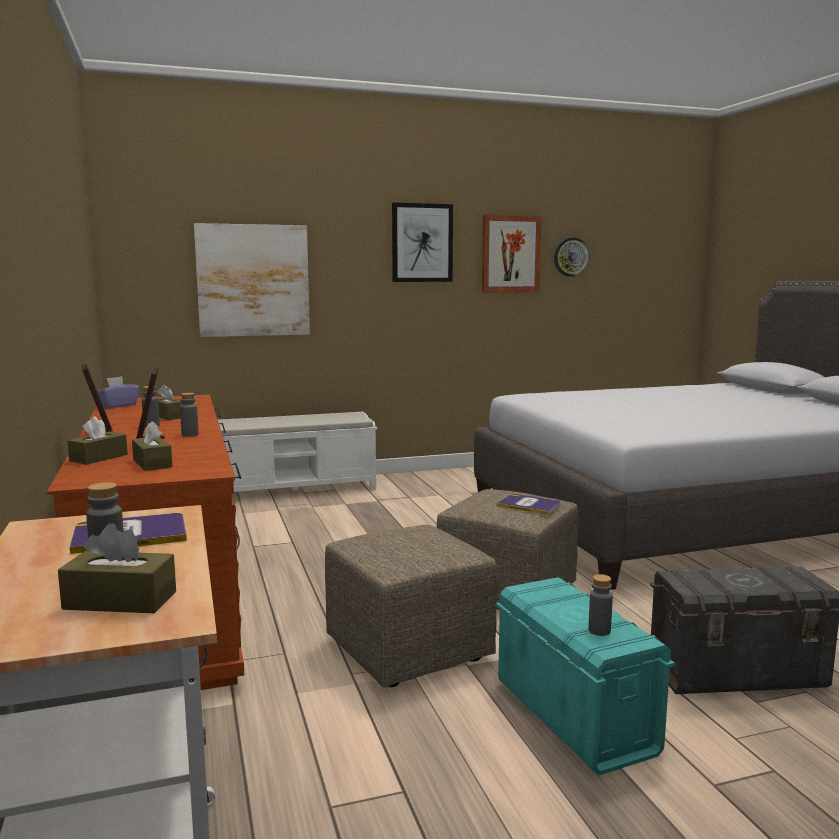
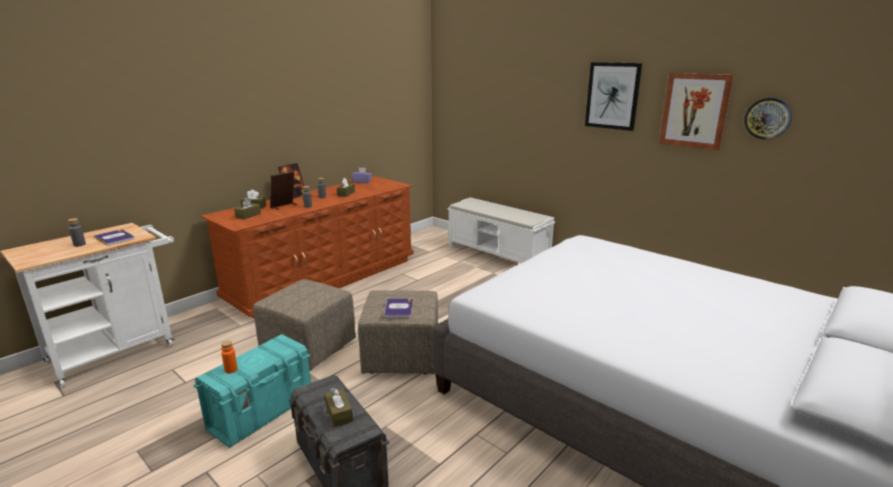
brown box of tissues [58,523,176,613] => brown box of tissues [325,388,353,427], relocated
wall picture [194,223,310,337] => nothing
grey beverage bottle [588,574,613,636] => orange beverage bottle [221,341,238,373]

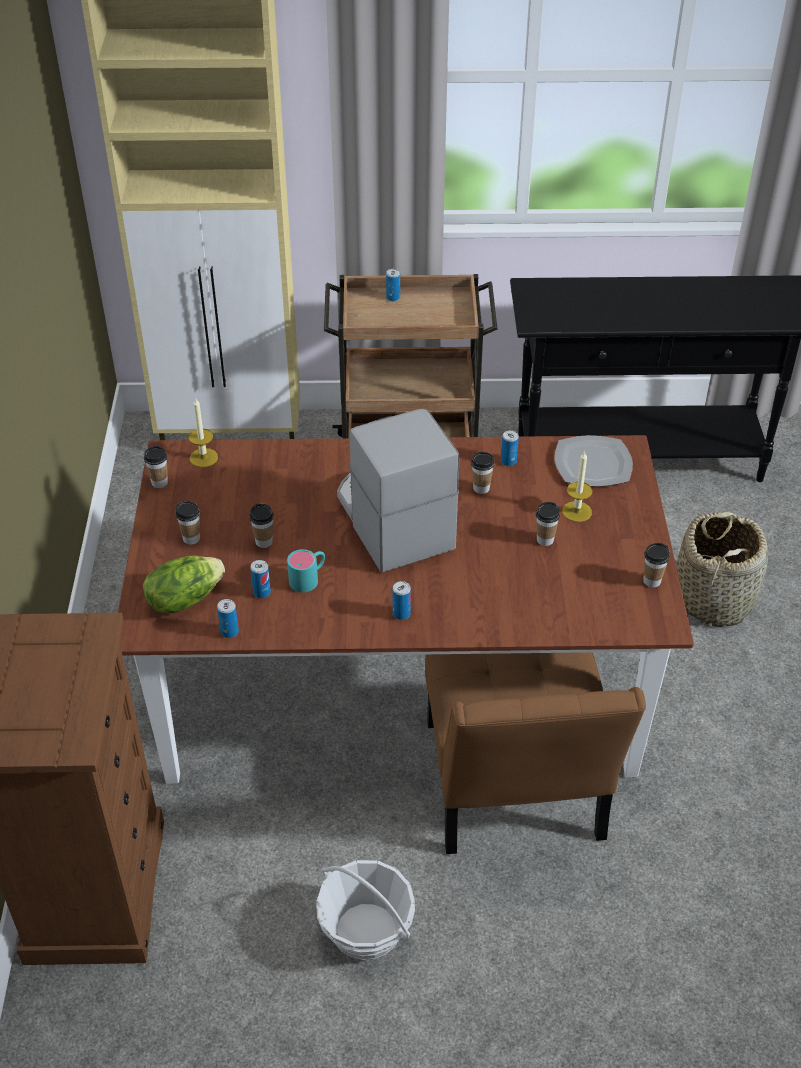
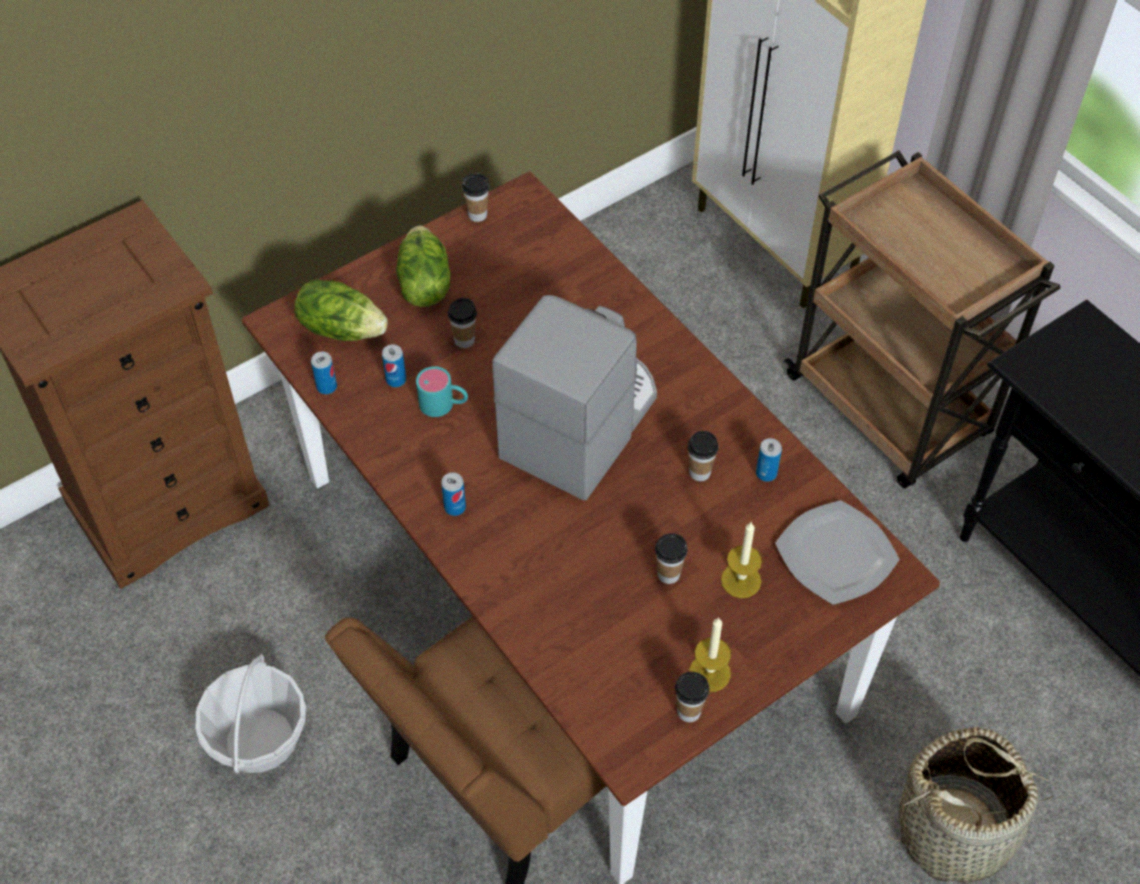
cup [175,501,200,545] => lettuce head [396,225,450,307]
wax light [189,397,218,467] => wax light [689,617,731,692], relocated
can [386,269,400,301] => nothing

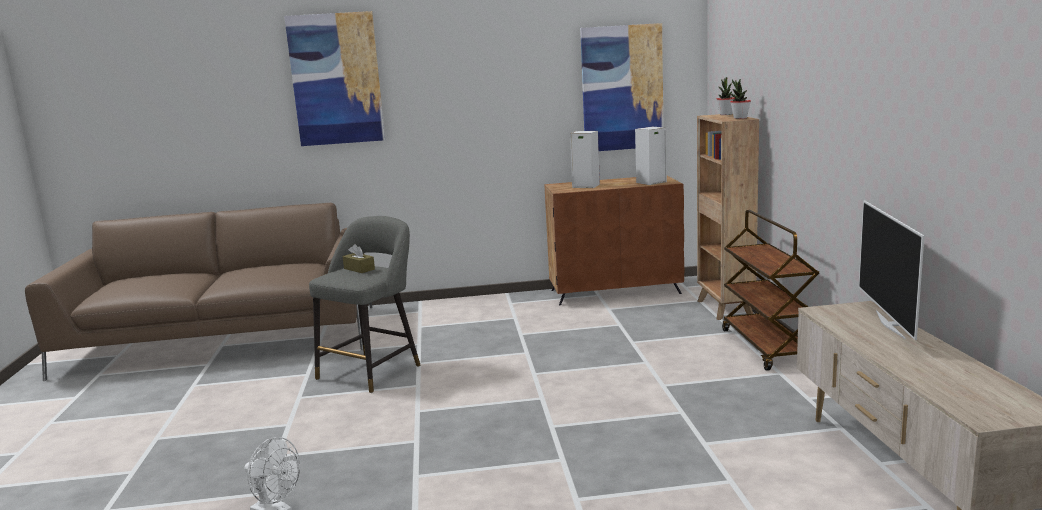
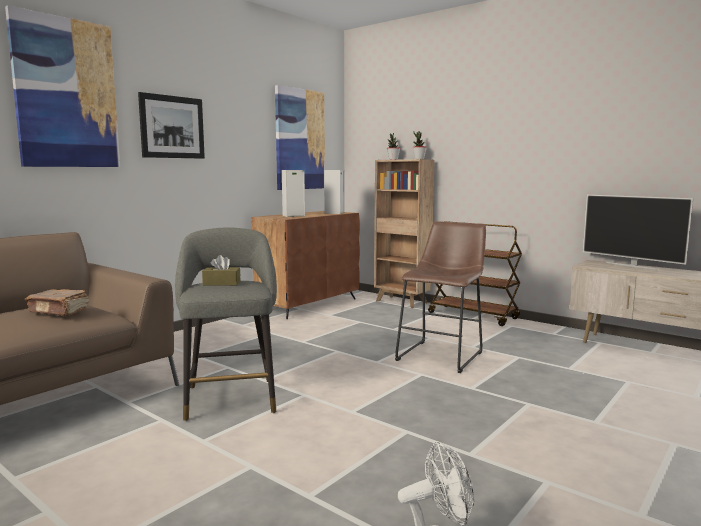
nothing => brown book [25,289,89,316]
nothing => wall picture [138,92,205,159]
nothing => brown sitting stool [395,221,486,373]

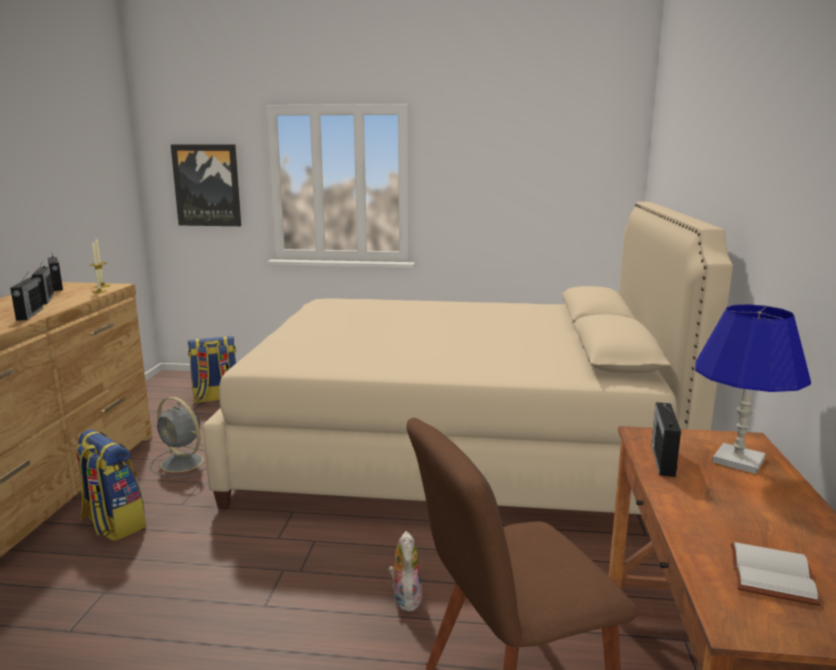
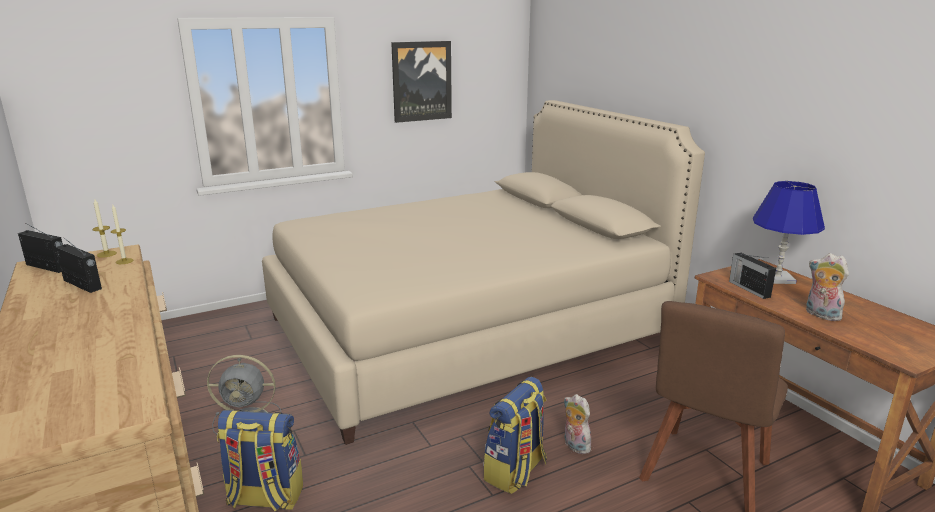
radio set [10,270,43,321] => nothing
wall picture [171,144,241,226] => wall picture [391,41,452,123], relocated
rucksack [188,336,236,403] => rucksack [483,377,547,494], relocated
whitish book [730,542,821,606] => nothing
nothing => cuddly toy [806,253,849,321]

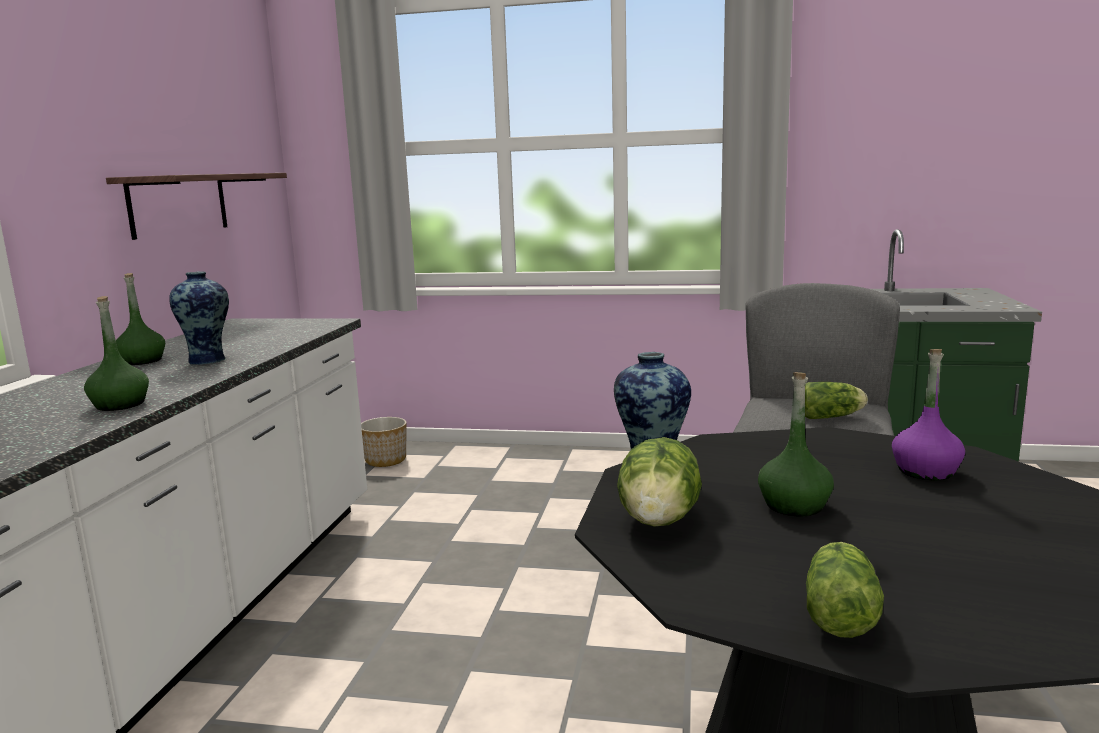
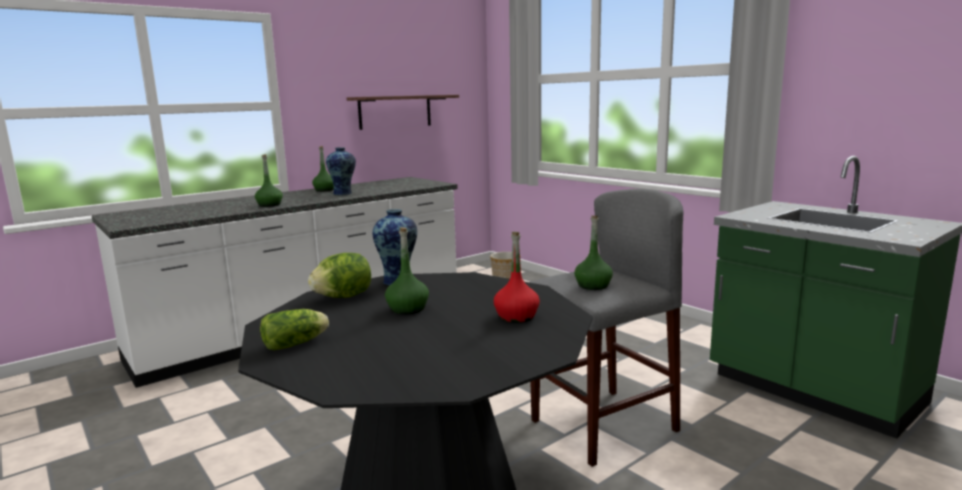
lettuce head [805,382,868,419] => green beverage bottle [574,216,613,290]
purple-coloured beverage bottle [892,349,965,480] => reddish beverage bottle [494,232,540,323]

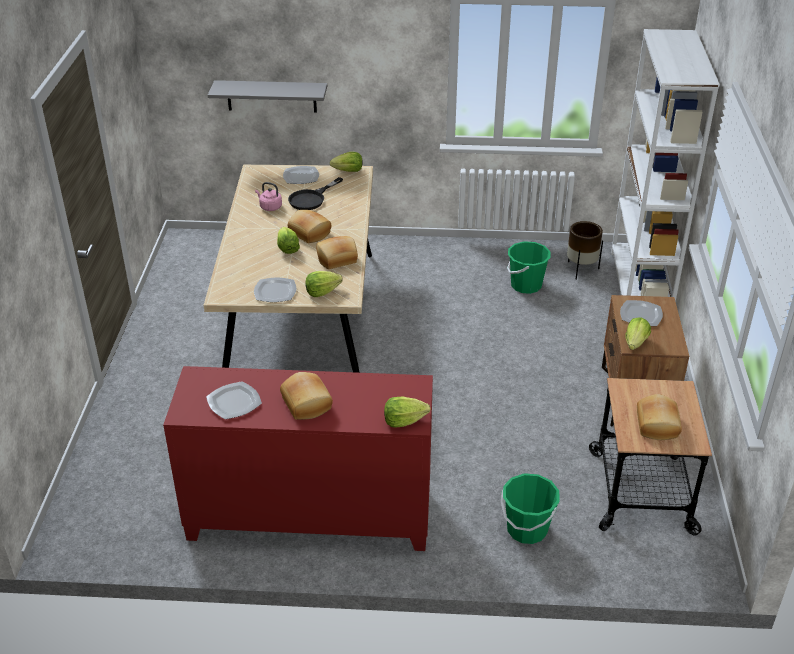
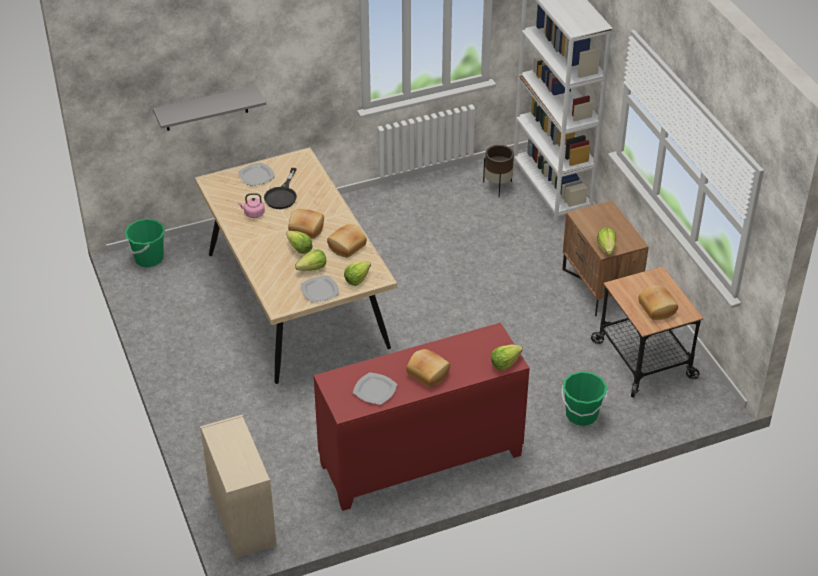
lettuce head [330,152,362,172] => lettuce head [295,249,326,271], relocated
green bucket [507,241,551,294] => green bucket [125,219,165,268], relocated
flat dish [620,300,663,326] => nothing
nothing => beige-coloured chest of drawers [200,415,277,559]

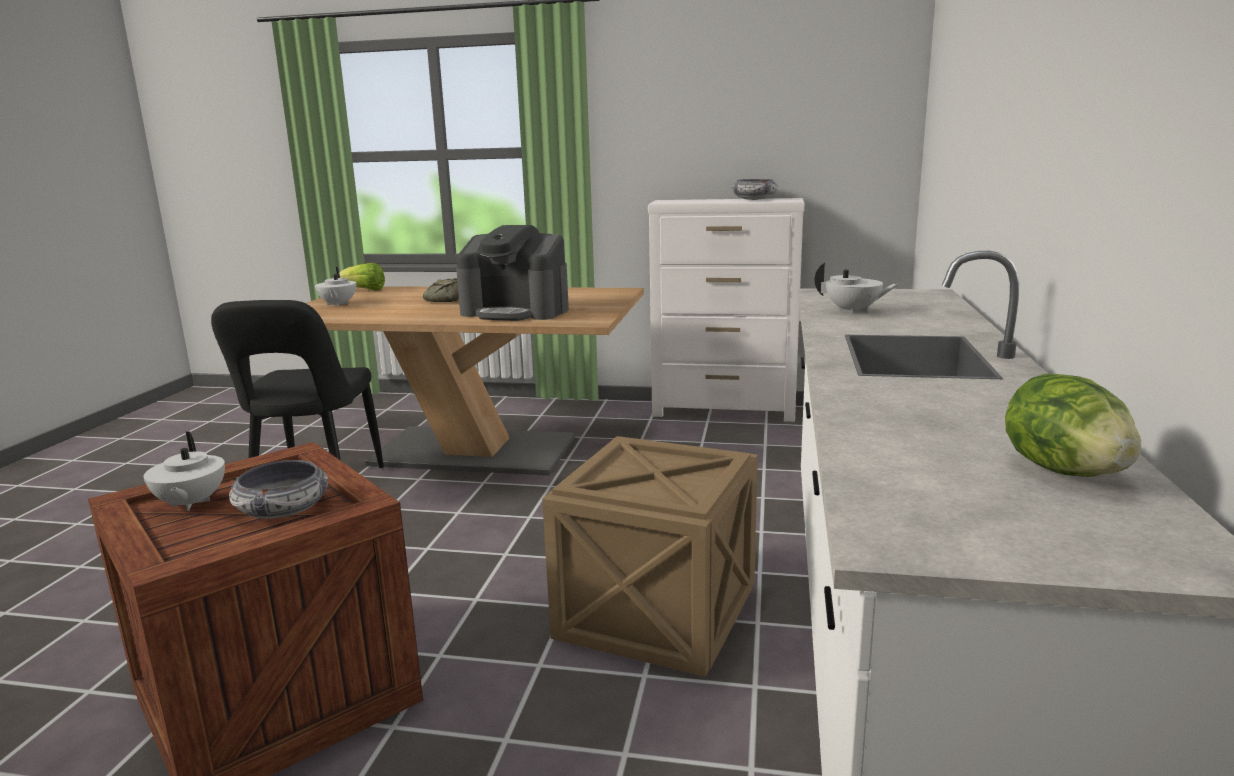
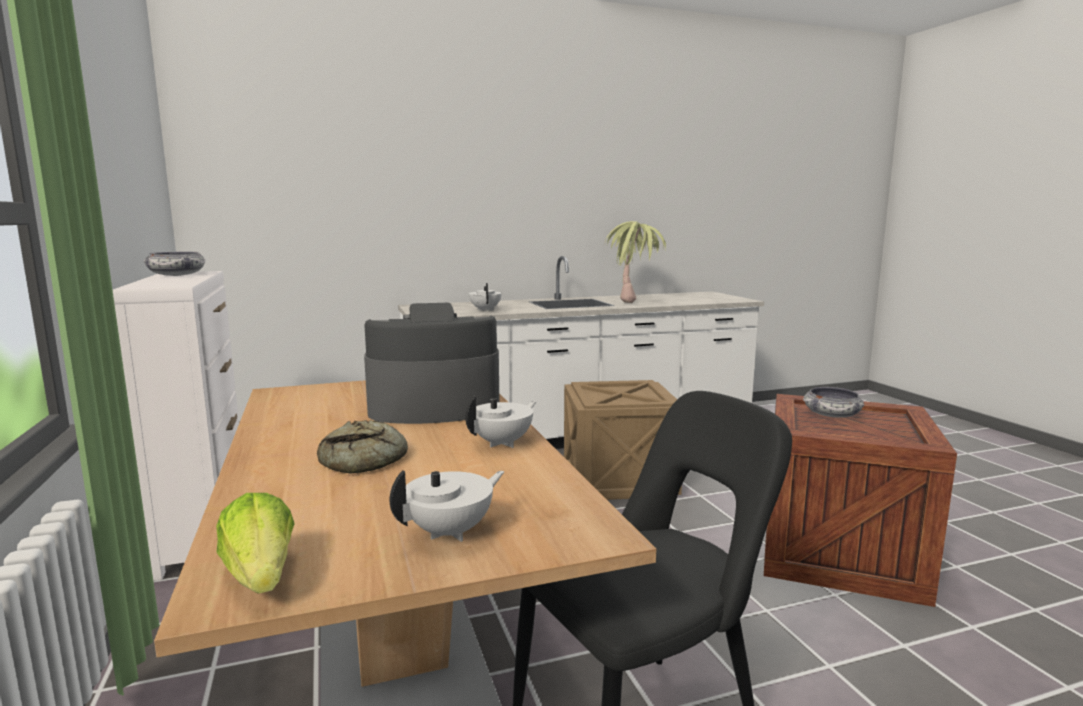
whitish teapot [143,432,225,511] => whitish teapot [465,396,537,448], relocated
coffee brewer [456,225,569,321] => coffee brewer [364,303,499,424], 90 degrees counterclockwise
lettuce head [1005,374,1141,477] => nothing
nothing => houseplant [605,221,666,303]

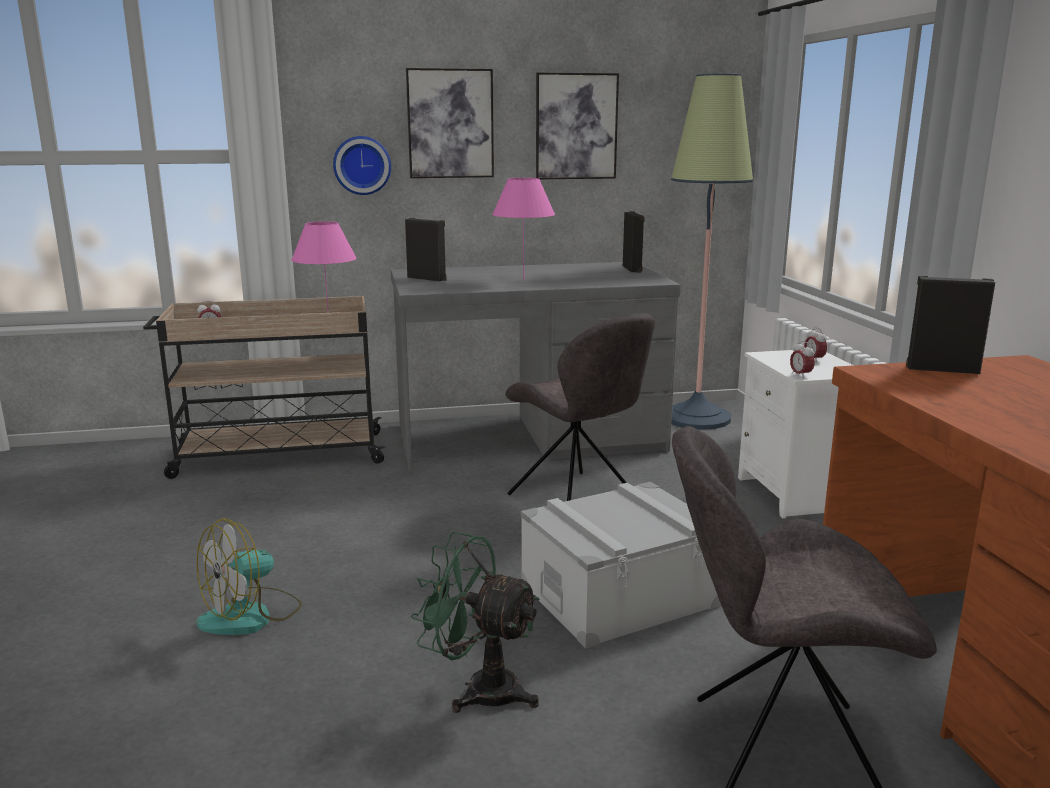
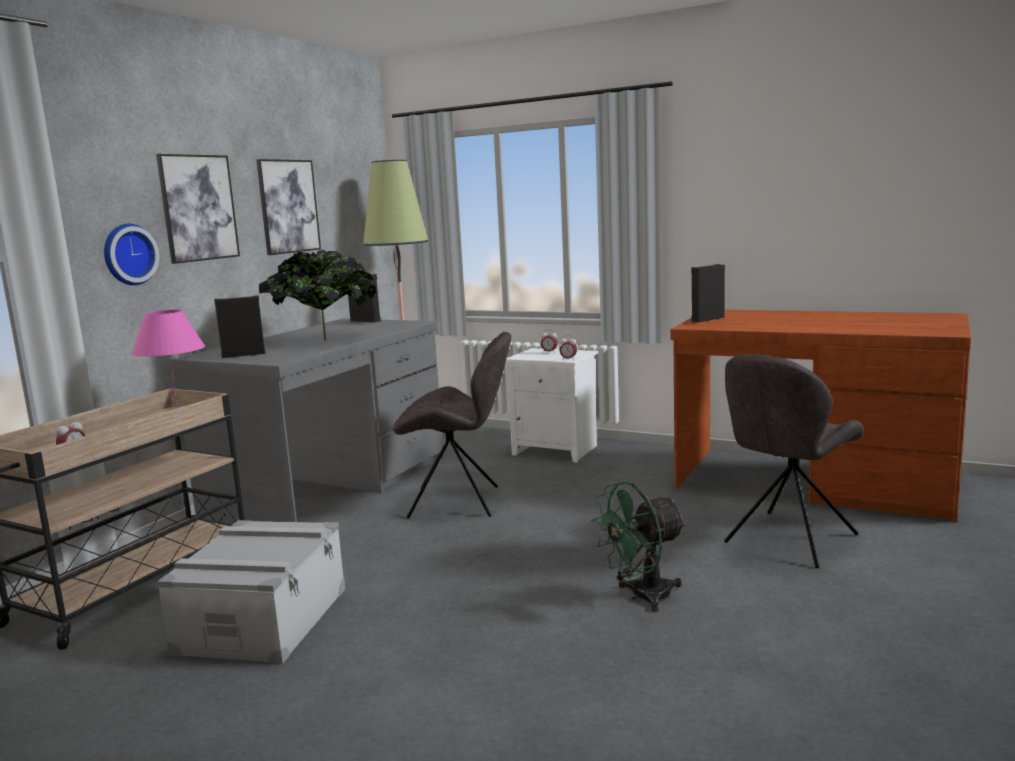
electric fan [196,518,302,635] => nothing
pink-coloured lamp for a table [492,178,555,280] => houseplant [259,250,376,340]
grey storage box [521,482,721,649] => grey storage box [157,520,345,664], relocated

